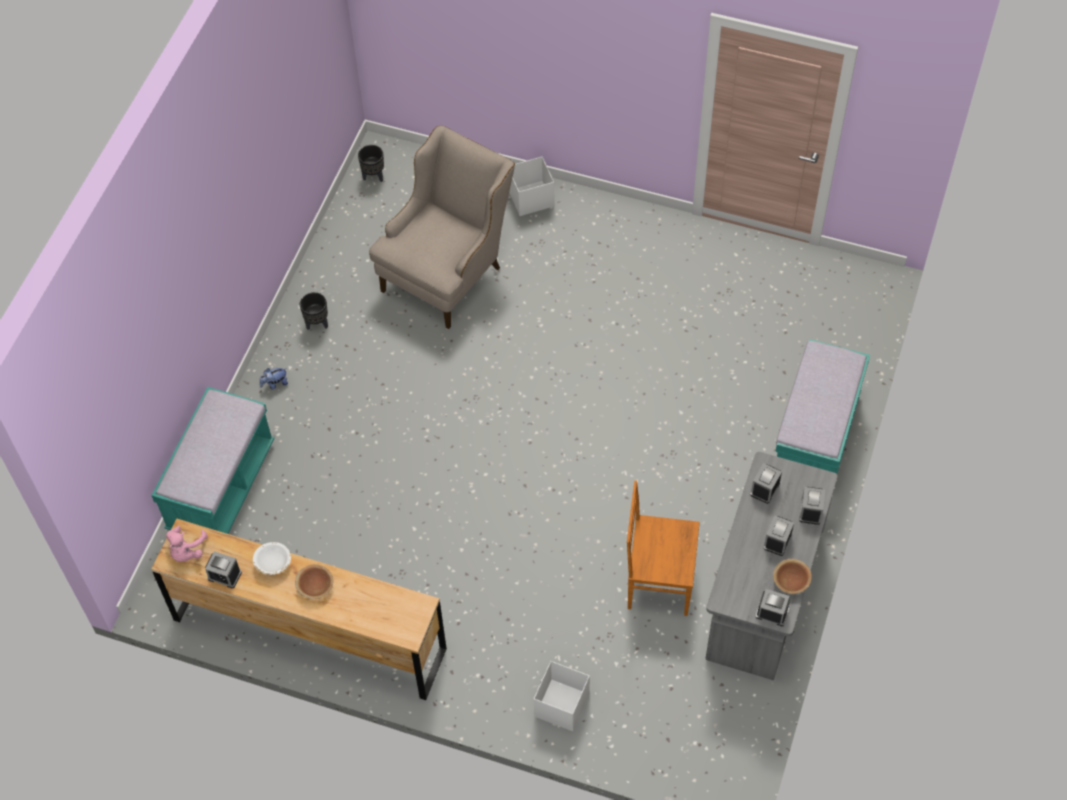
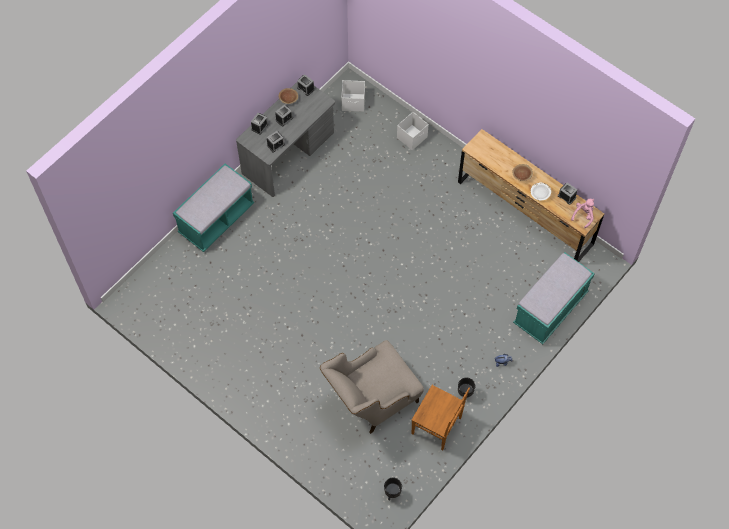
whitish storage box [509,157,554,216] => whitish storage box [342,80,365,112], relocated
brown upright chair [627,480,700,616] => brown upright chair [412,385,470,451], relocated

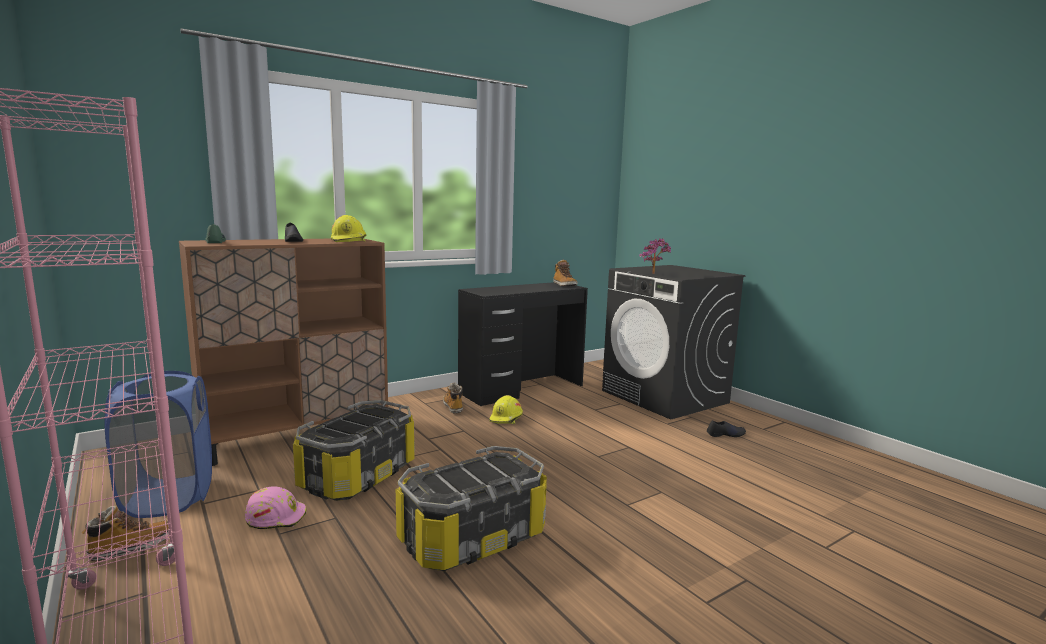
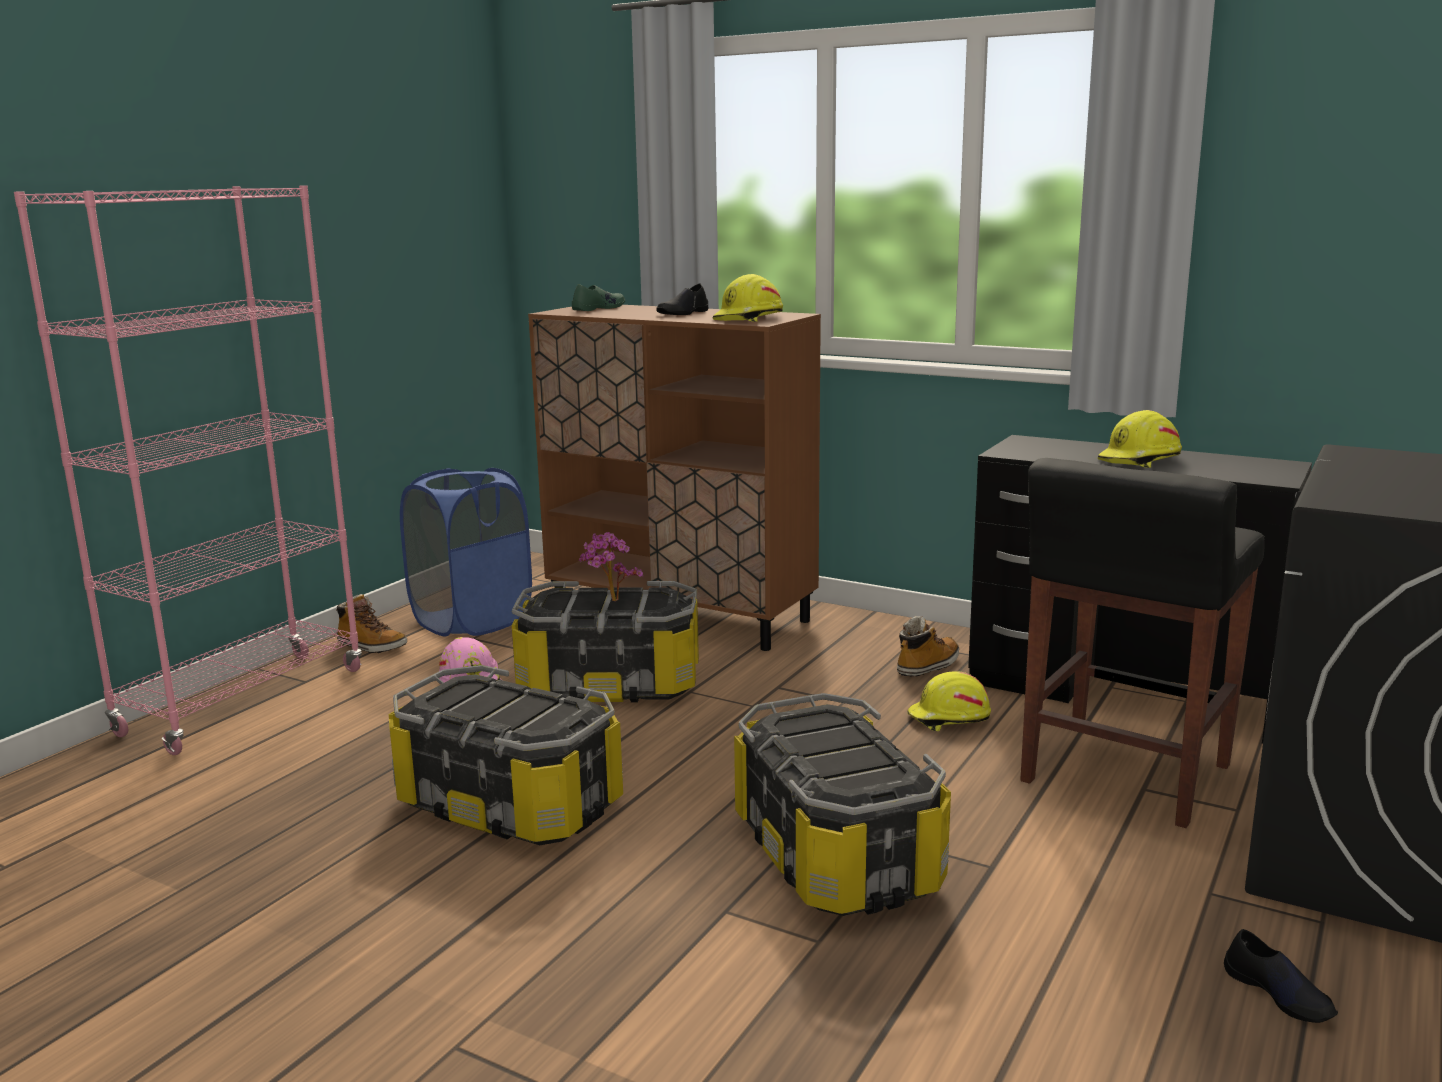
boot [553,260,578,286] => nothing
houseplant [639,238,671,274] => houseplant [579,532,644,602], relocated
nothing => storage box [734,693,951,916]
nothing => black sitting stool [1020,458,1265,828]
nothing => yellow work helmet [1097,410,1182,468]

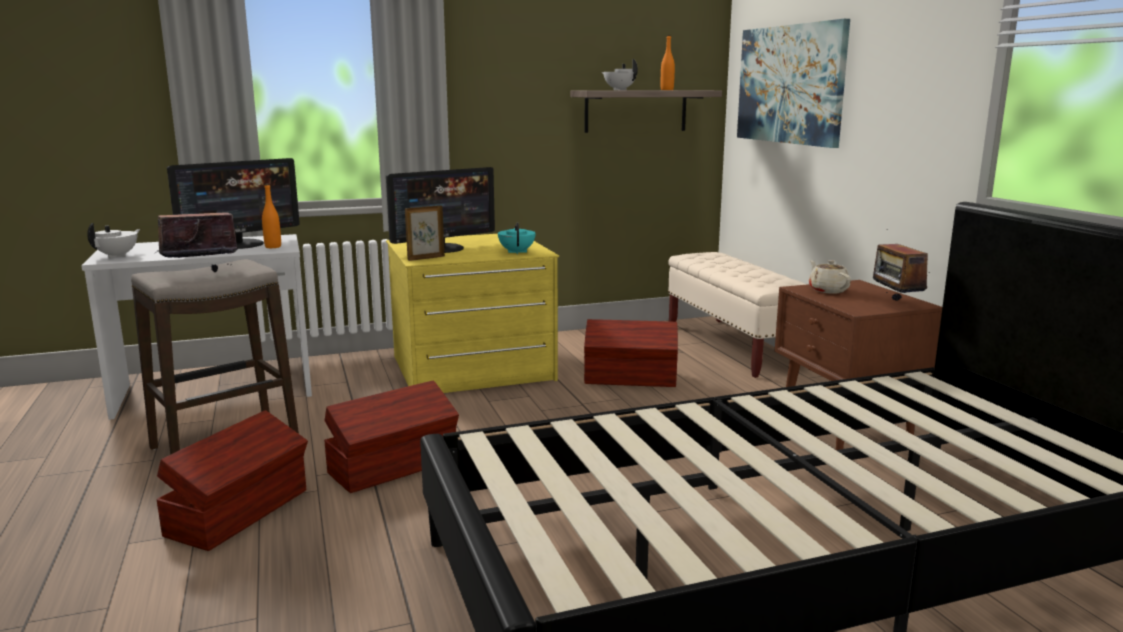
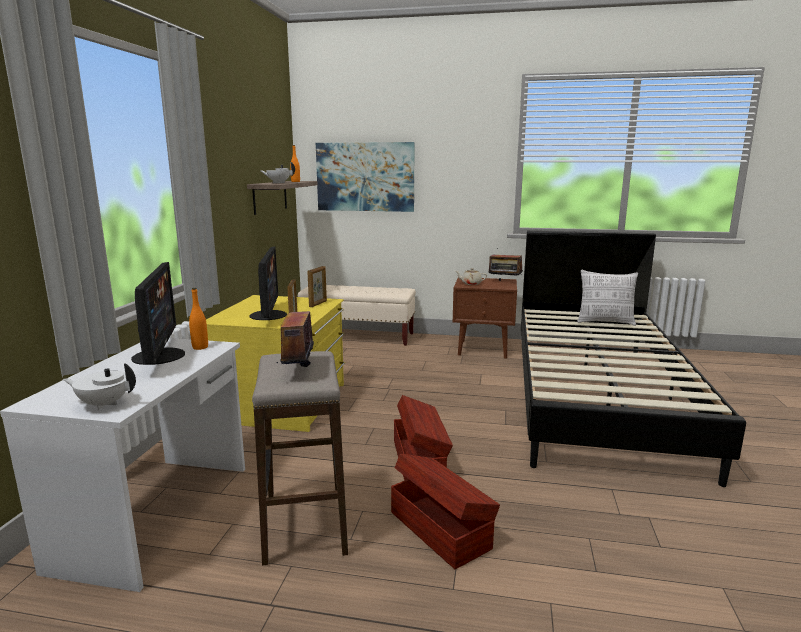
whitish teapot [87,223,140,258] => whitish teapot [63,363,136,410], 45 degrees counterclockwise
turquoise-coloured teapot [498,223,536,254] => standing frame [308,266,327,307]
brown storage box [584,319,678,387] => nothing
nothing => pillow [577,270,638,326]

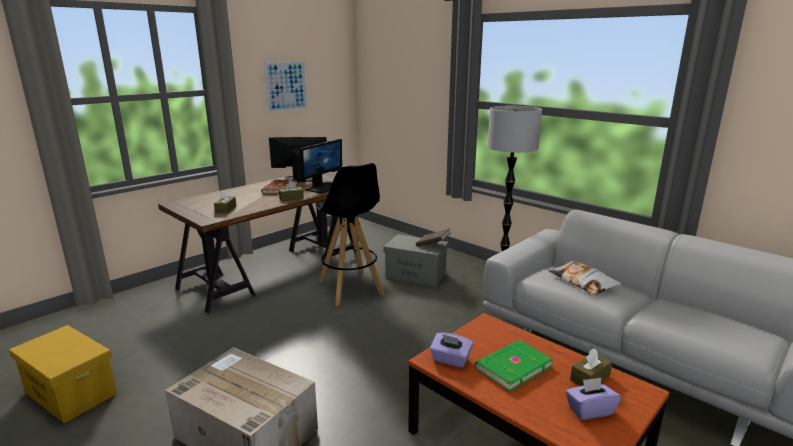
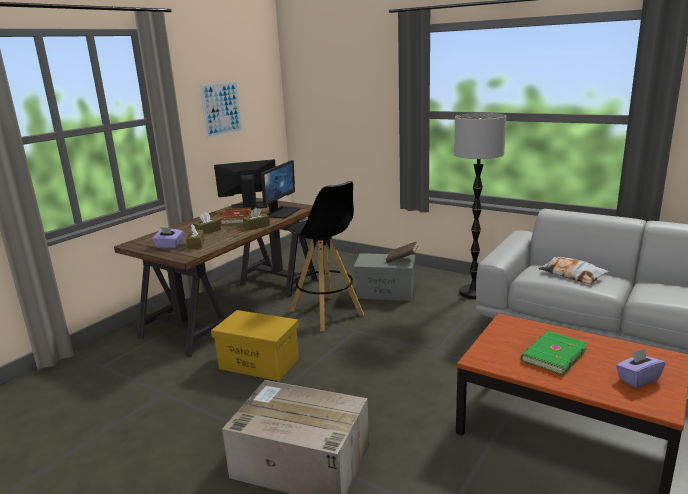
yellow storage box [9,325,117,423] => yellow storage box [211,310,299,381], relocated
purple-coloured box of tissues [430,333,473,368] => purple-coloured box of tissues [152,227,183,248], relocated
brown box of tissues [570,348,612,386] => brown box of tissues [193,212,221,235], relocated

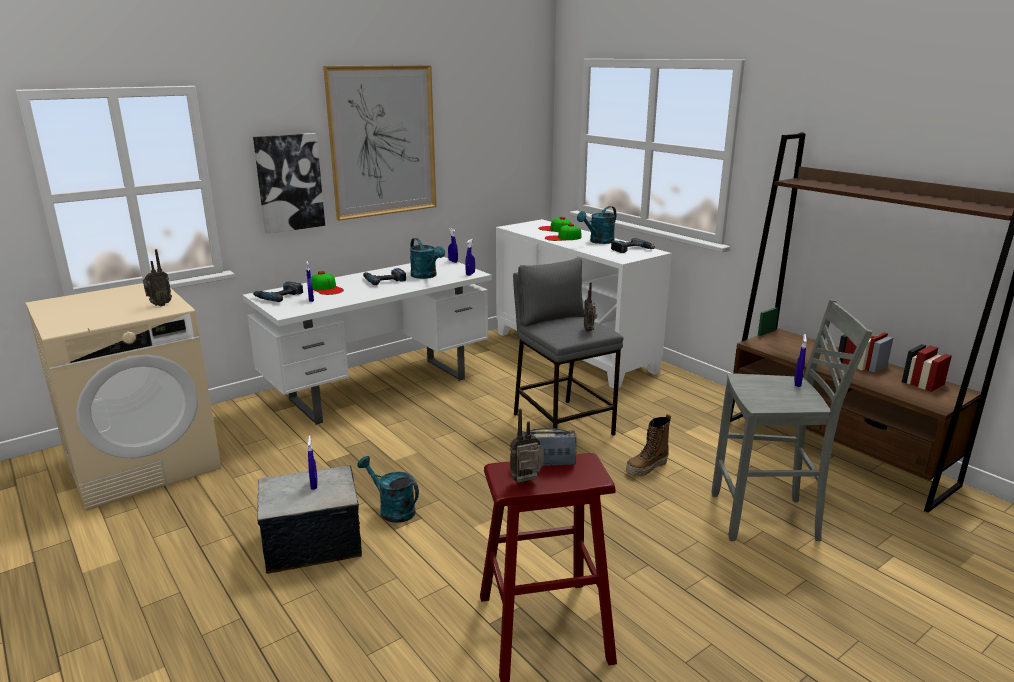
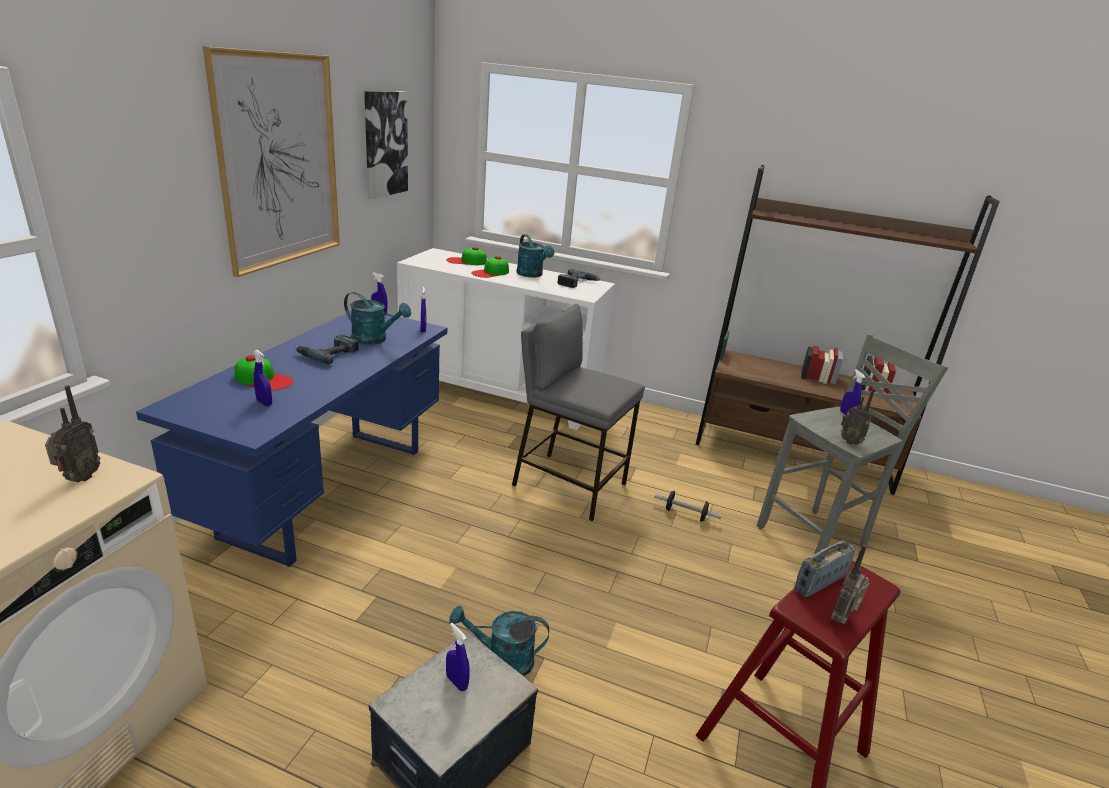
whitish desk unit [243,257,492,425] => bluish desk unit [136,311,447,567]
wall picture [253,133,325,234] => wall picture [364,91,408,199], relocated
electric drill [253,281,303,302] => nothing
turquoise-coloured watering can [577,206,616,244] => turquoise-coloured watering can [517,234,554,278], 45 degrees counterclockwise
radio set [584,283,597,332] => radio set [841,389,875,445], relocated
boot [626,414,671,476] => free weight [654,491,722,522]

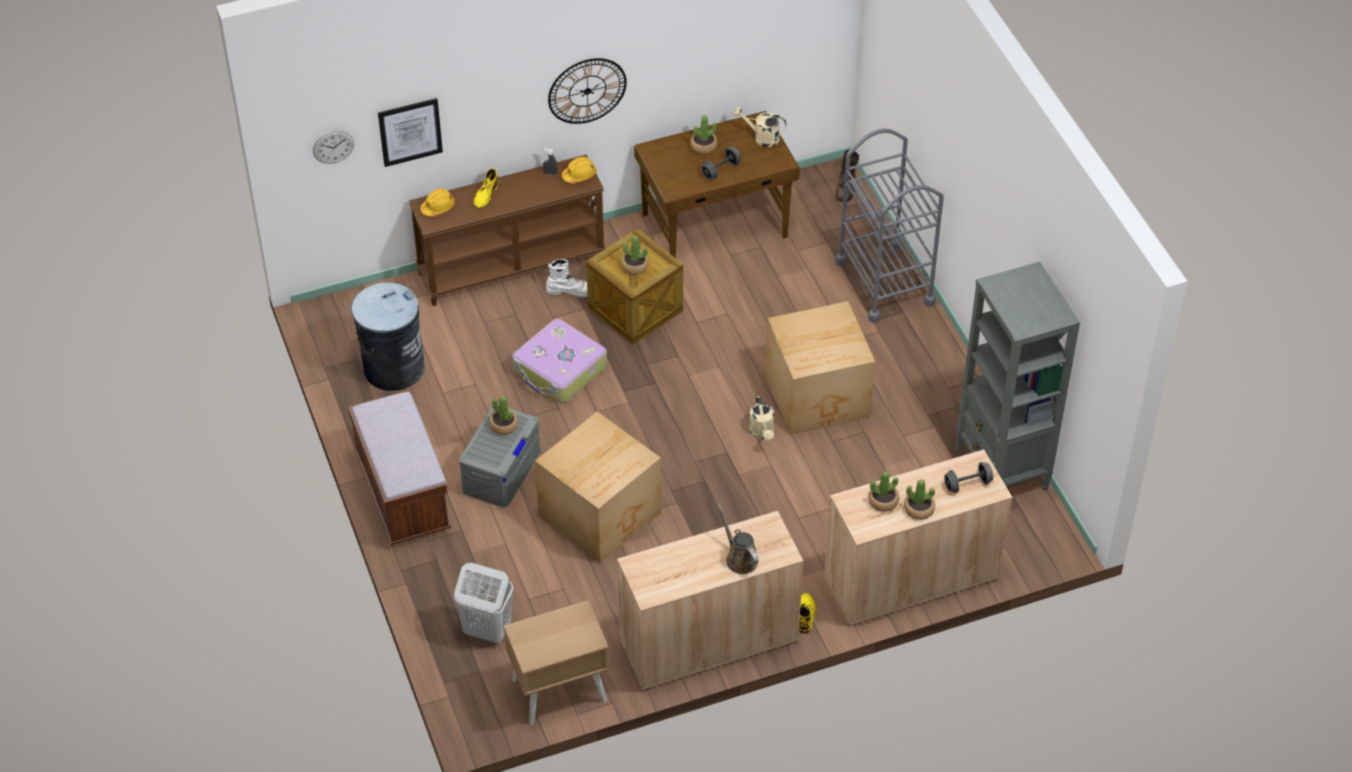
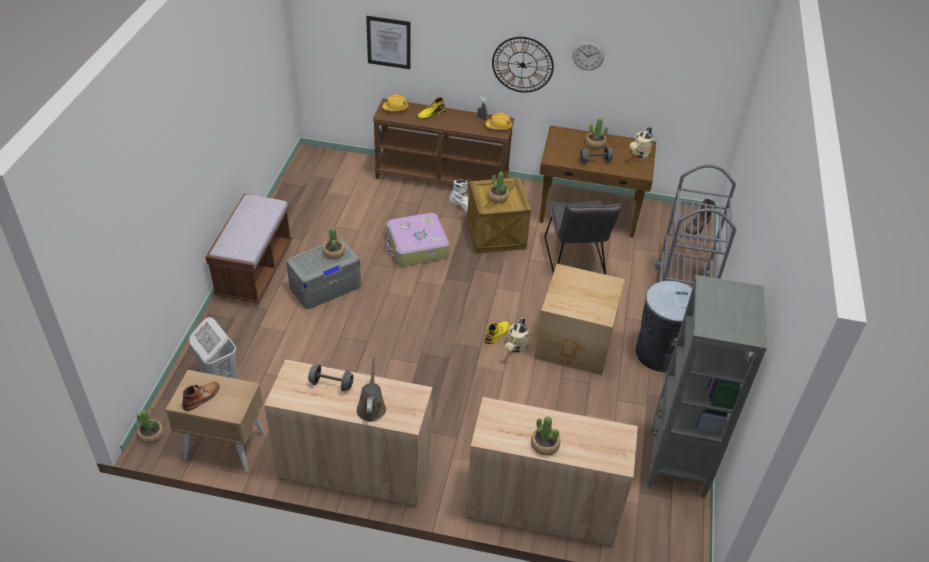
hanging clock [313,131,354,164] => hanging clock [572,42,604,70], relocated
grey rubbish bin [351,282,425,391] => grey rubbish bin [635,281,692,372], relocated
packing box [535,411,661,564] => nothing
beige-coloured watering can [734,107,787,147] => beige-coloured watering can [630,127,653,158], 105 degrees counterclockwise
yellow boot [799,593,816,633] => yellow boot [484,321,510,344], relocated
houseplant [868,471,899,512] => houseplant [137,410,164,444], relocated
grey free weight [944,462,993,493] => grey free weight [308,364,353,391], relocated
nothing => brown boot [182,382,220,411]
nothing => grey upright chair [545,200,623,274]

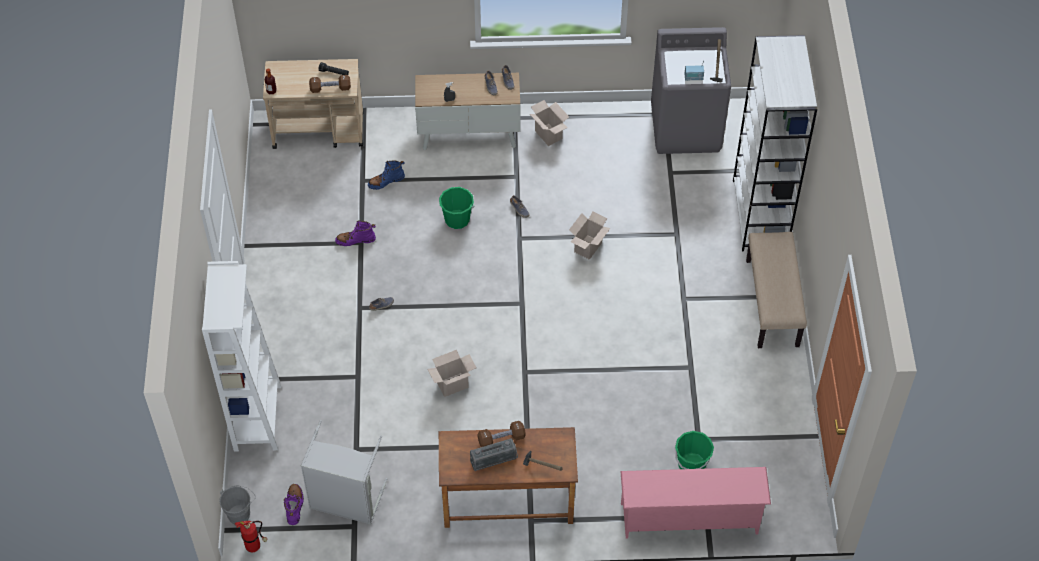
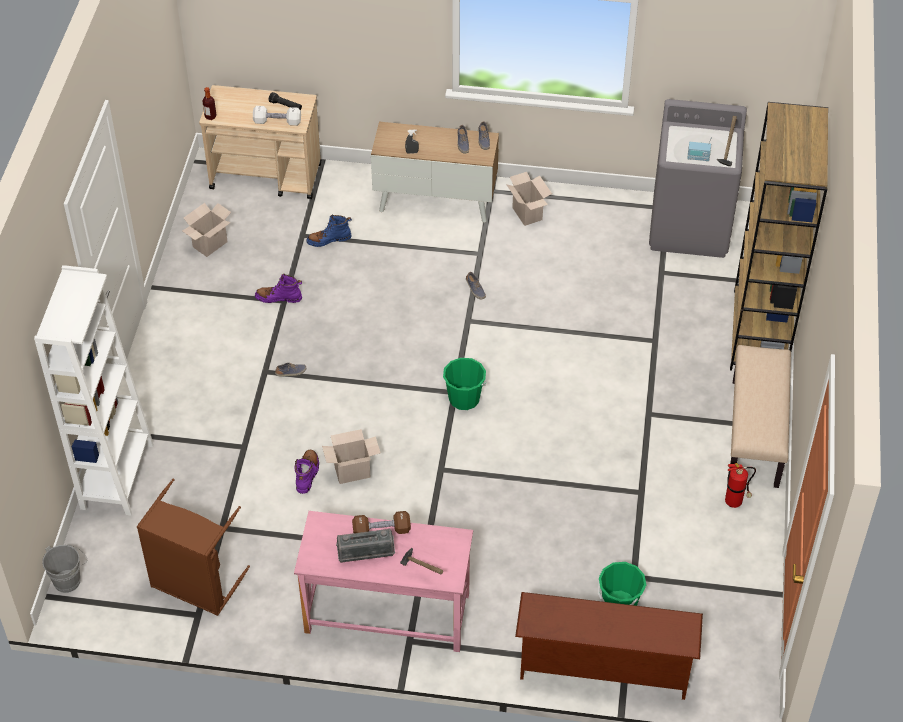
extinguisher [235,521,267,552] => extinguisher [725,463,756,508], relocated
purple-coloured boot [284,484,304,525] => purple-coloured boot [295,449,319,494], relocated
grey laundry basket [301,420,387,525] => brown laundry basket [137,478,250,616]
brown free weight [309,75,351,93] => whitish free weight [253,106,301,126]
green bucket [439,187,475,229] => green bucket [443,358,487,410], relocated
brown desk unit [439,427,578,528] => pink-coloured desk unit [294,511,473,652]
packing box [569,212,610,260] => packing box [182,203,231,257], relocated
pink-coloured shoe rack [620,467,771,539] => brown shoe rack [515,592,703,700]
whitish shelving unit [733,35,817,251] => brown shelving unit [730,102,828,370]

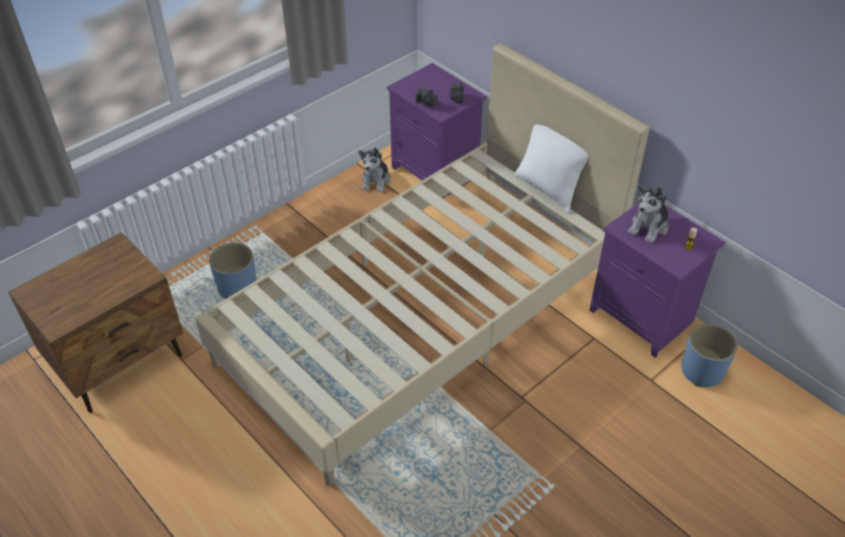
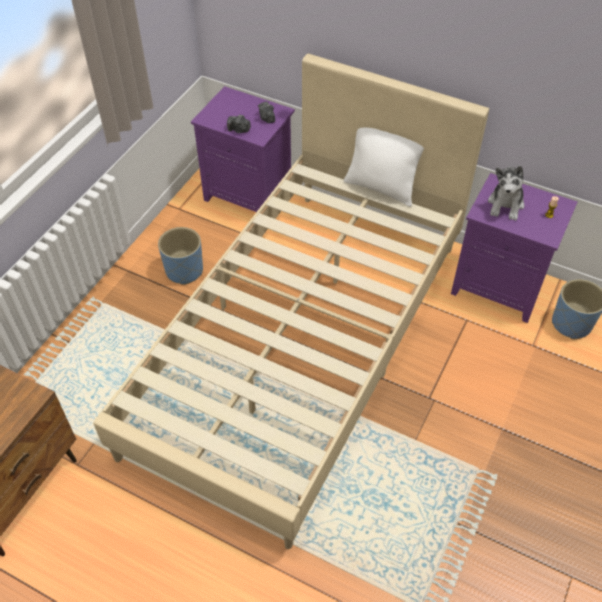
bluish plant pot [209,243,257,299] => bluish plant pot [158,227,203,285], relocated
cuddly toy [358,148,391,192] => nothing

